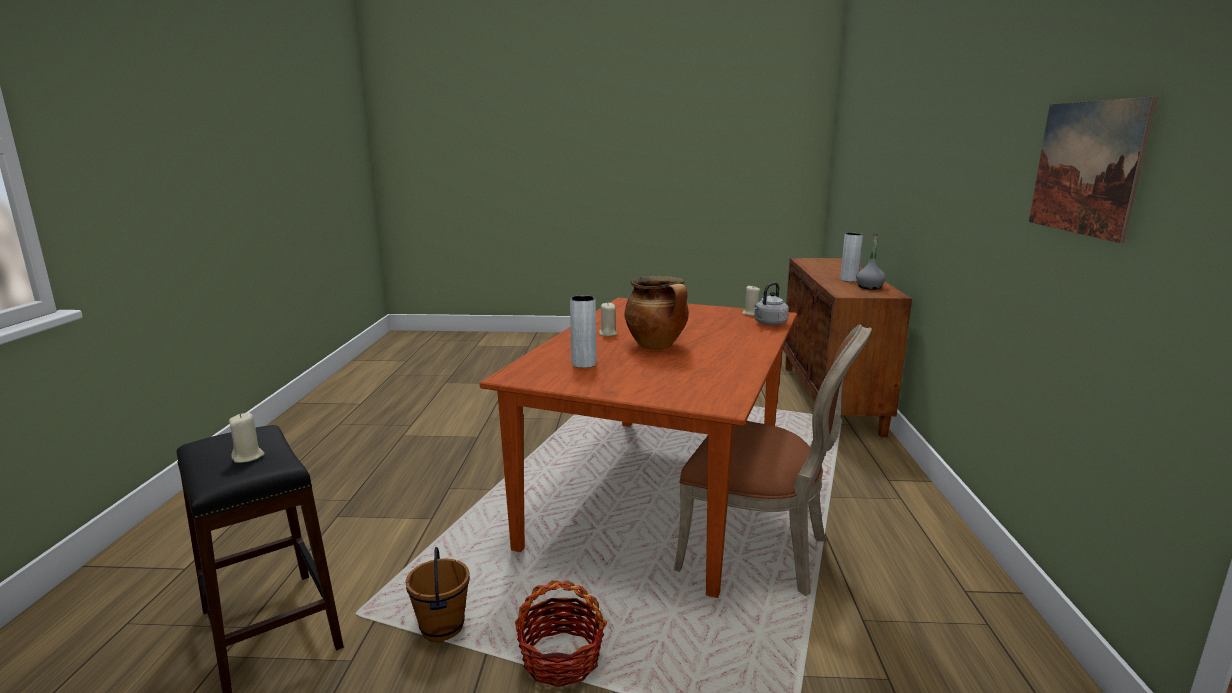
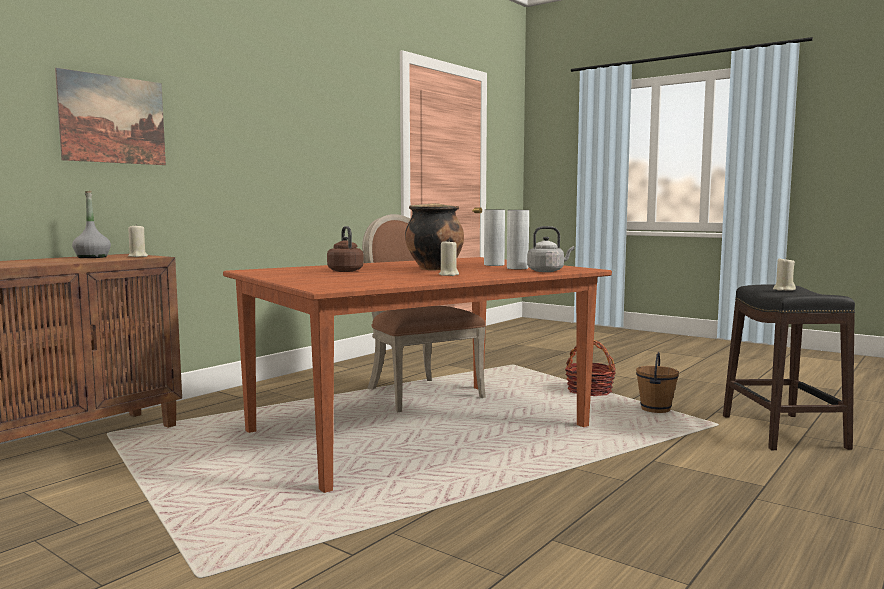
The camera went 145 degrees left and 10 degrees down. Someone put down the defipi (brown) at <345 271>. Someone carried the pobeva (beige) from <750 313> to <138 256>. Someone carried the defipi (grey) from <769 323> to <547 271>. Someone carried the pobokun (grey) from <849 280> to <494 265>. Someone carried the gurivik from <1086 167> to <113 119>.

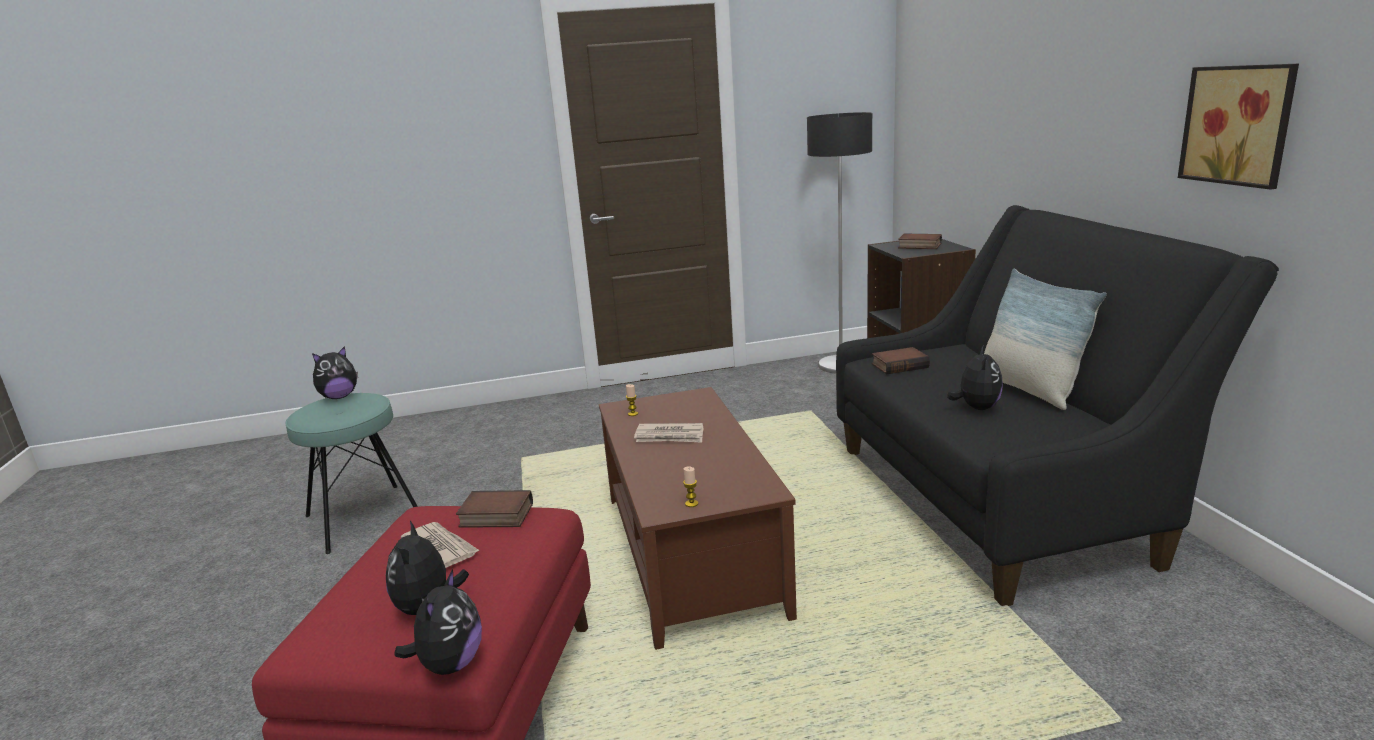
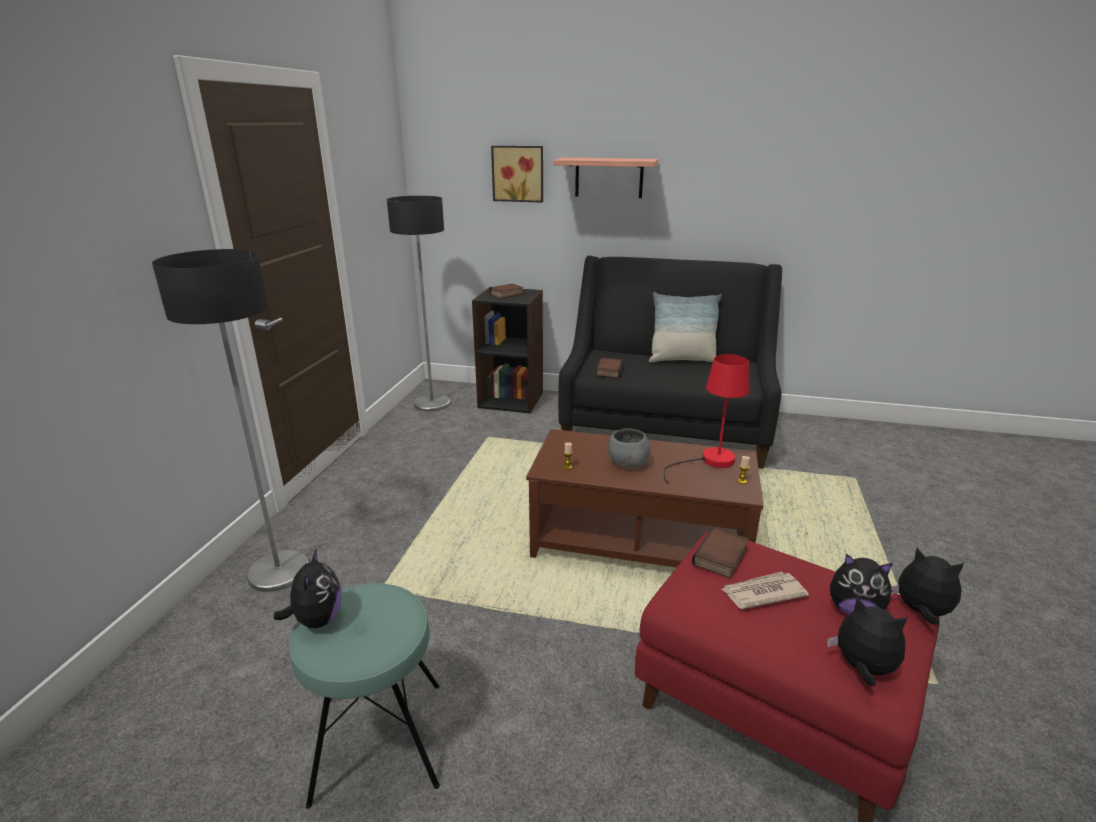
The camera went 65 degrees left and 5 degrees up. Someone put down the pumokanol at <279 571>. Someone put up the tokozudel at <609 177>. Someone put down the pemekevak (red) at <709 462>. Someone carried the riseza from <976 408> to <862 668>. Someone carried the gurivik from <1240 125> to <518 173>. Someone swapped the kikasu at <670 436> for the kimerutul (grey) at <627 463>.

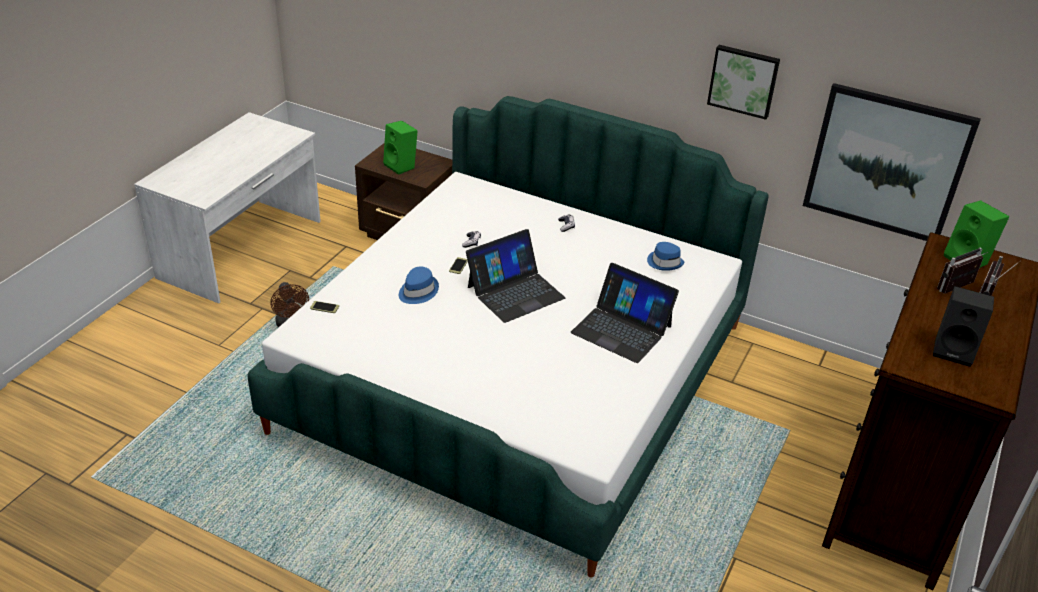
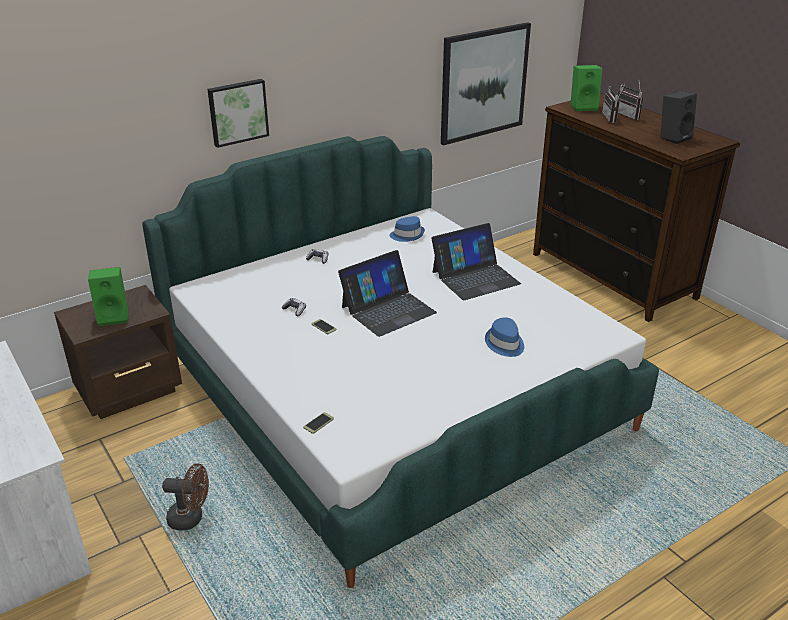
The camera went 60 degrees left and 5 degrees down. Someone carried the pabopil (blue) from <417 291> to <504 344>. Someone carried the gurivik from <743 80> to <237 112>. Someone rotated the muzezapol at <515 292> by 60 degrees clockwise.

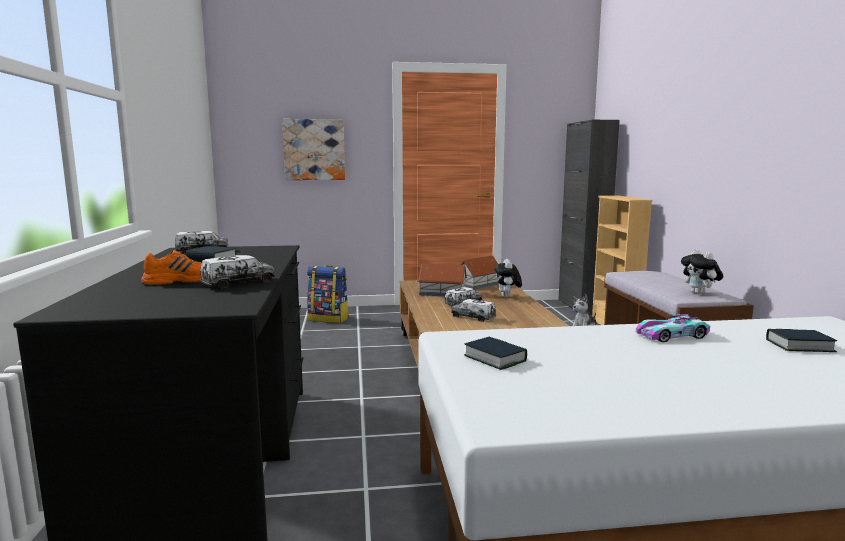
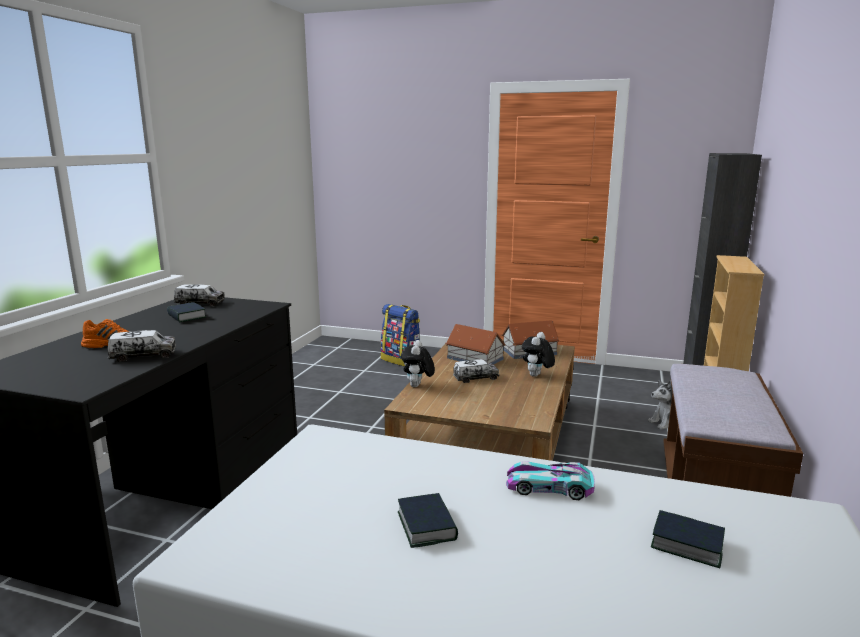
The camera went 25 degrees right and 5 degrees up. Someone took away the gurivik at <314 150>. Someone took away the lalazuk at <473 317>. Someone carried the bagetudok from <495 358> to <426 526>. Someone carried the riseza from <699 293> to <417 386>.

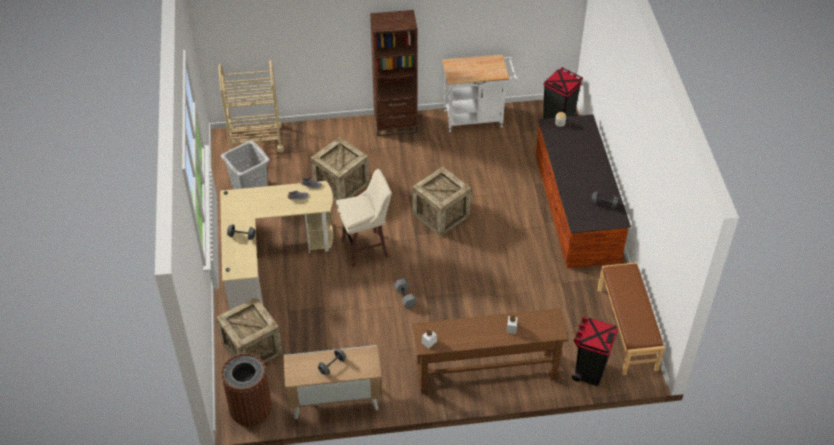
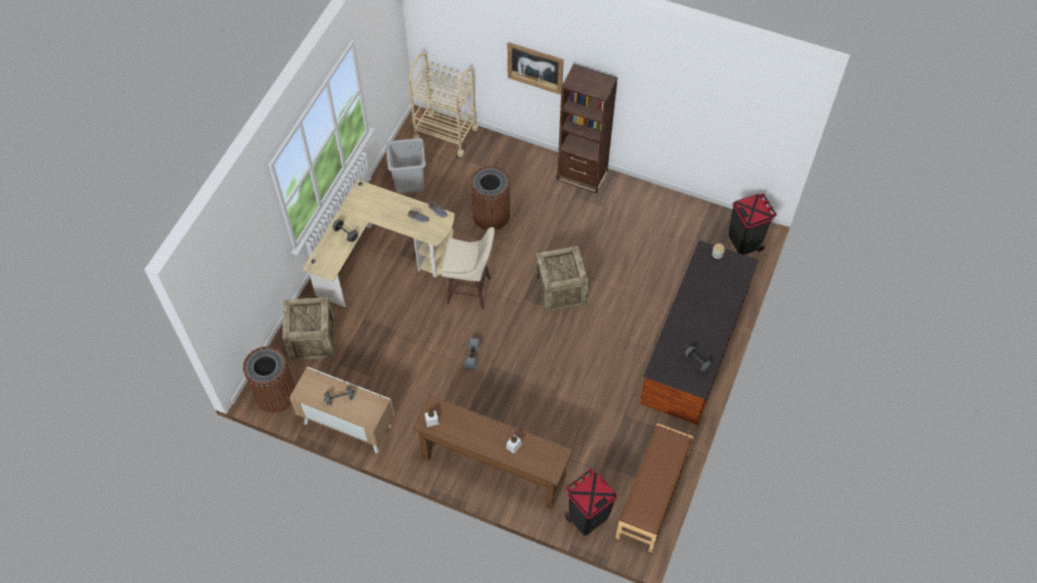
The camera went 30 degrees right and 10 degrees up. Someone took away the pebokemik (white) at <477 118>. Someone put up the gurivik at <535 68>. Someone swapped the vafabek at <341 184> for the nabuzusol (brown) at <491 215>.

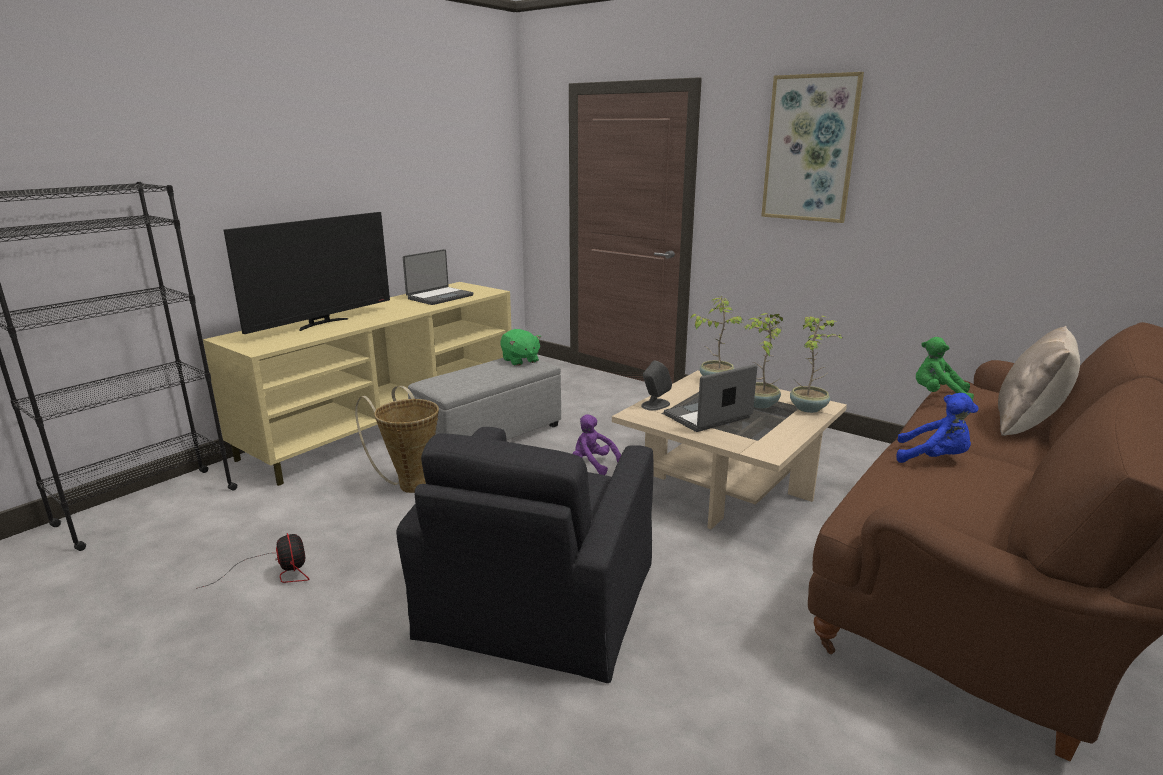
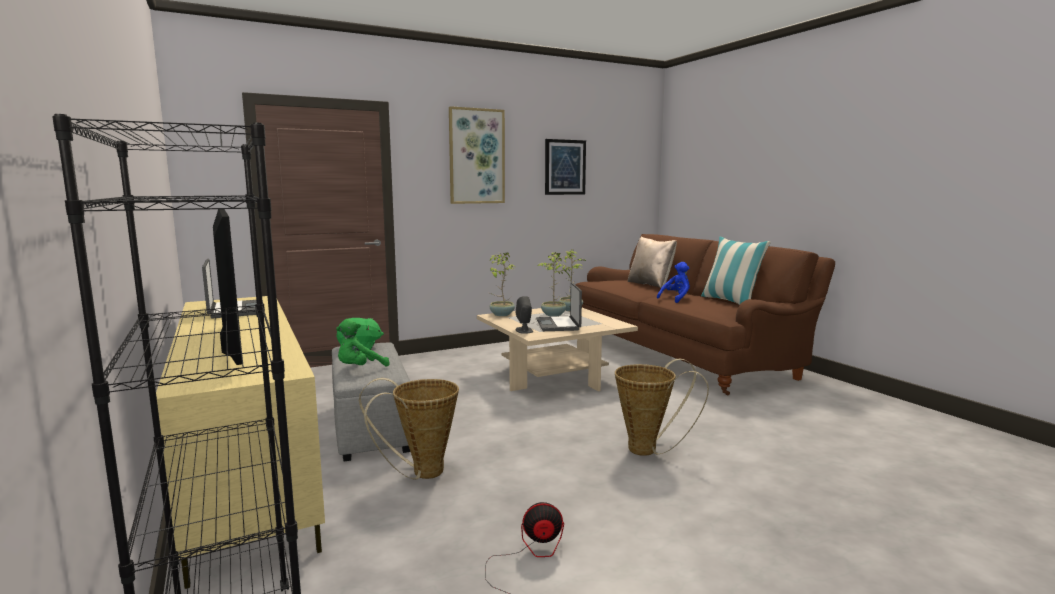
The camera went 65 degrees left and 10 degrees down. Someone took away the riseza (purple) at <593 464>. Someone put up the gurivik at <565 167>. Someone put down the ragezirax at <731 302>. Someone carried the riseza (green) from <938 395> to <360 368>. Someone swapped the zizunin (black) at <538 602> for the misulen at <649 450>.

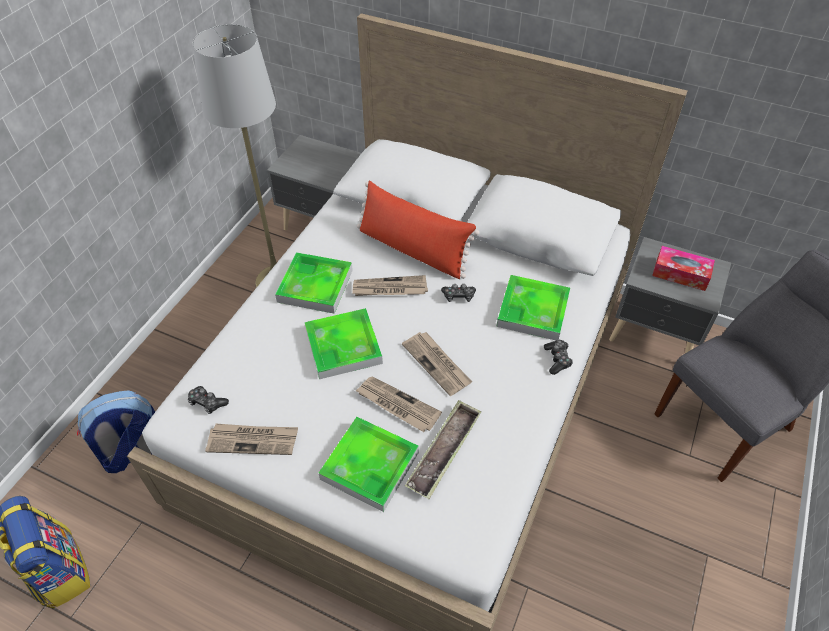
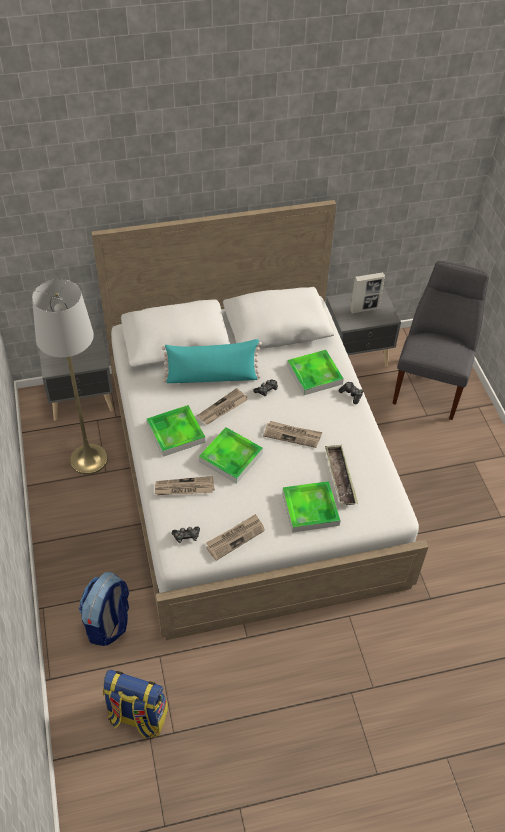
The camera went 40 degrees left and 0 degrees up. Someone carried the kikasu from <397 405> to <184 488>. Someone swapped the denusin at <680 274> for the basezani at <364 309>. Someone repainted the ragezirax (red) at <413 250>, which became the ragezirax (turquoise) at <212 377>.

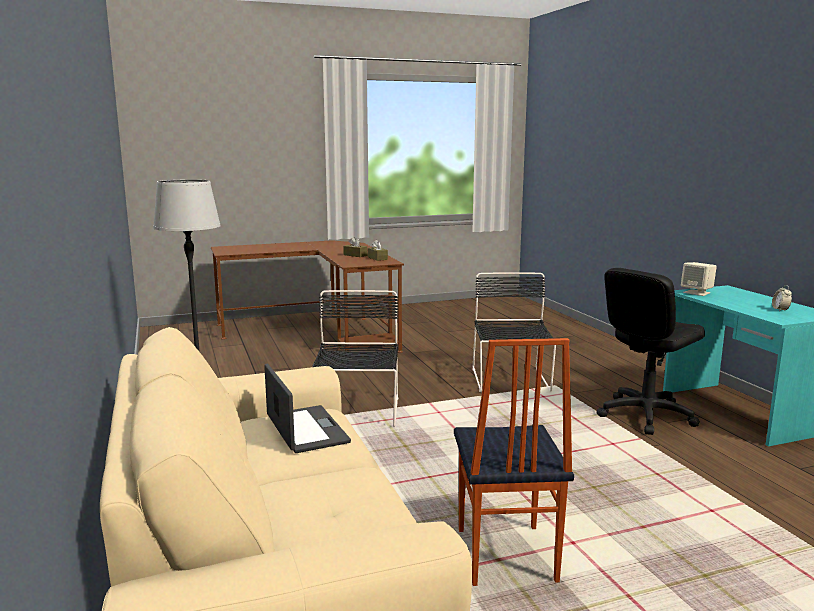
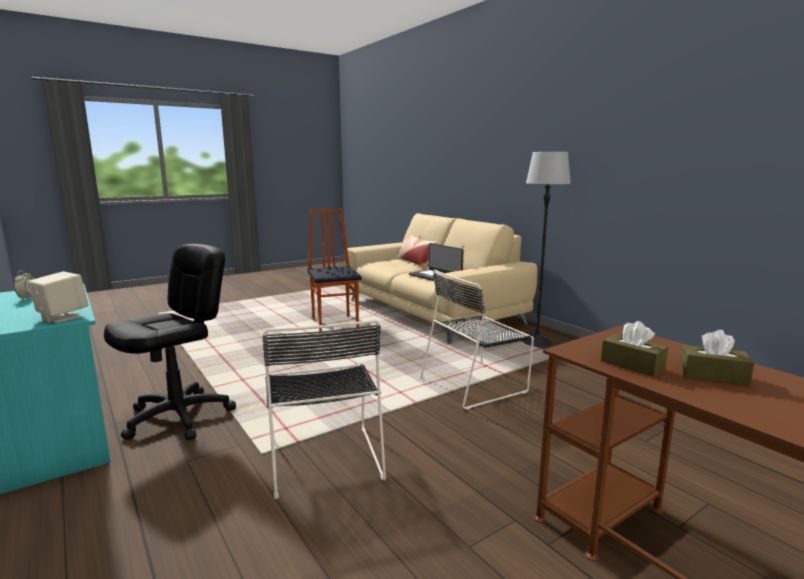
The camera went 165 degrees right and 0 degrees up. Someone put down the ragezirax at <416 263>. Someone rotated the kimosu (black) at <357 412> by 75 degrees clockwise.

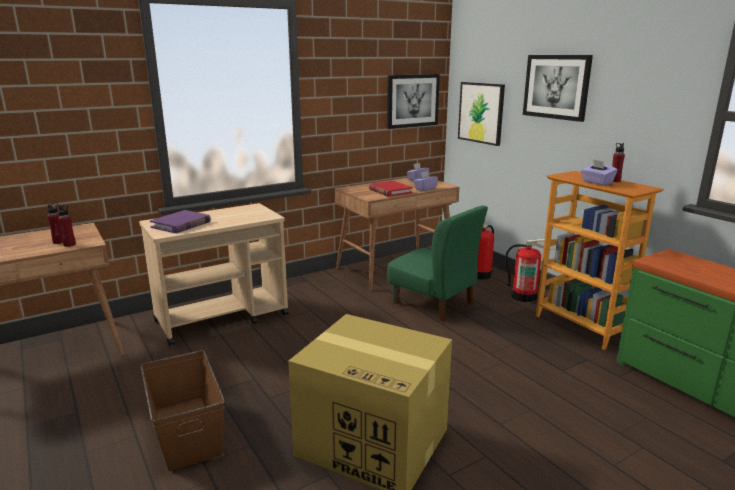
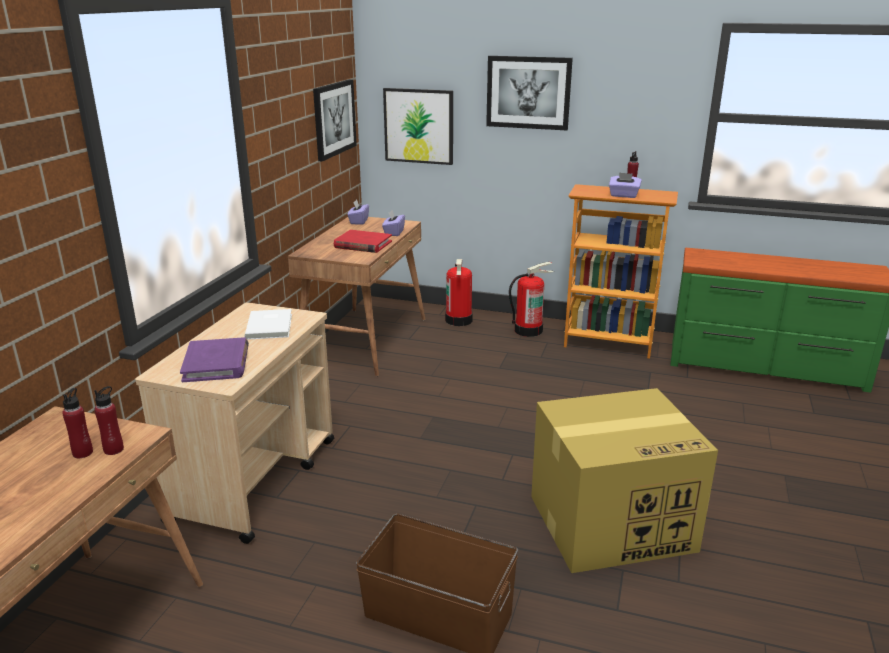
The camera went 40 degrees left and 5 degrees up. Someone took away the kimosu (green) at <433 303>. Someone put down the bagetudok (white) at <271 326>.

